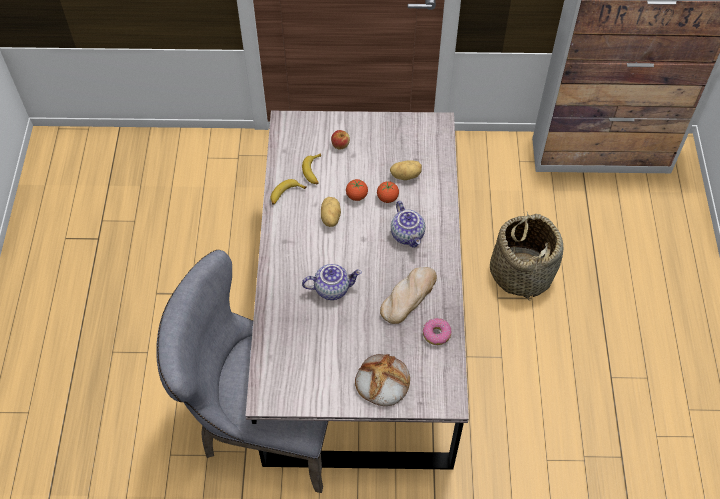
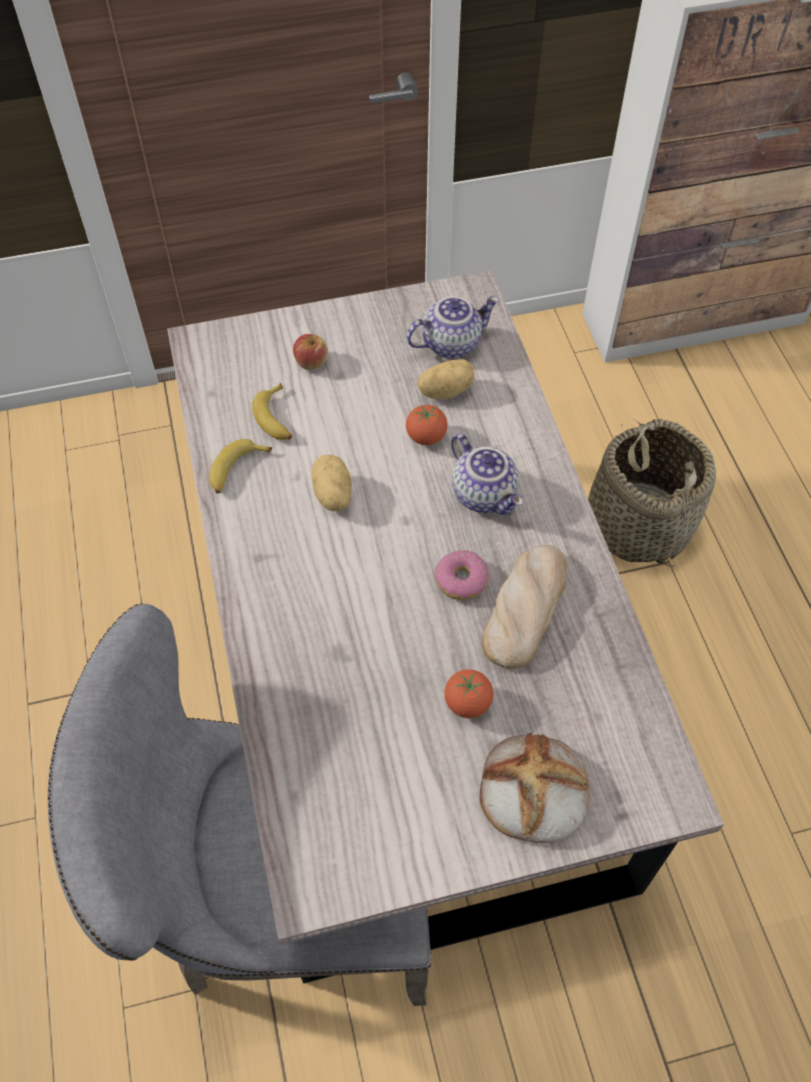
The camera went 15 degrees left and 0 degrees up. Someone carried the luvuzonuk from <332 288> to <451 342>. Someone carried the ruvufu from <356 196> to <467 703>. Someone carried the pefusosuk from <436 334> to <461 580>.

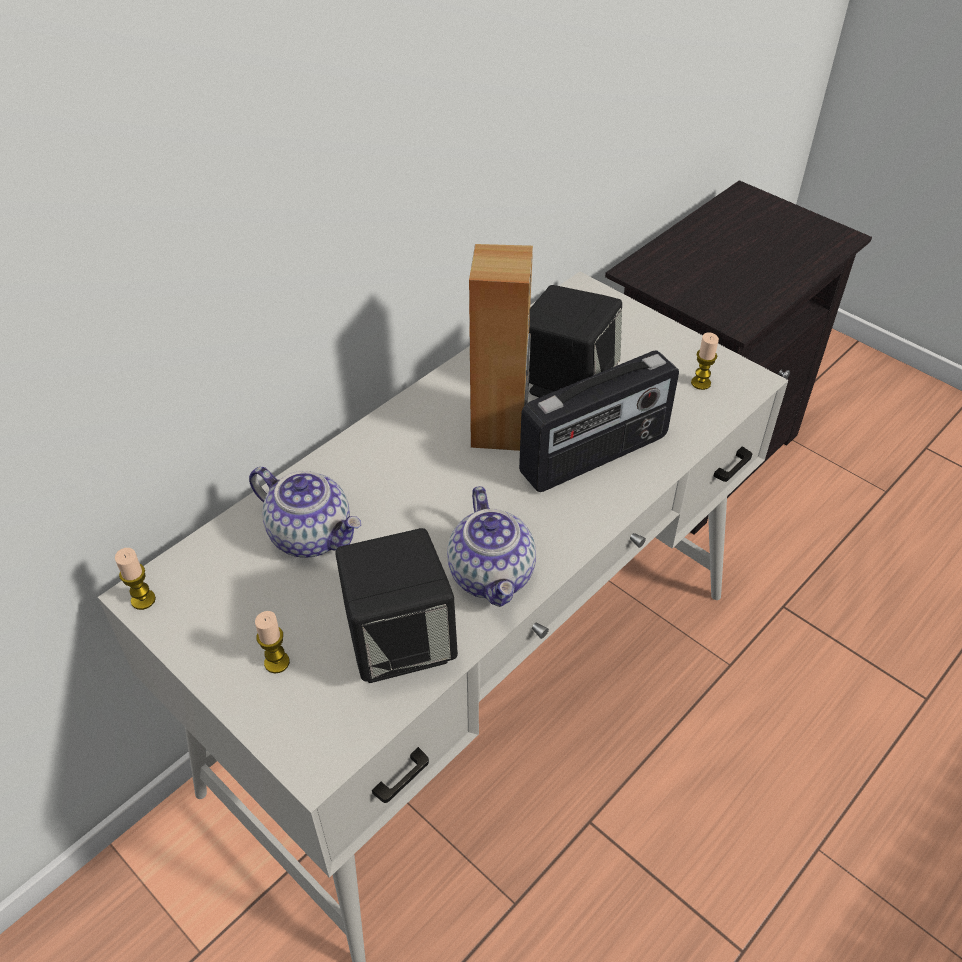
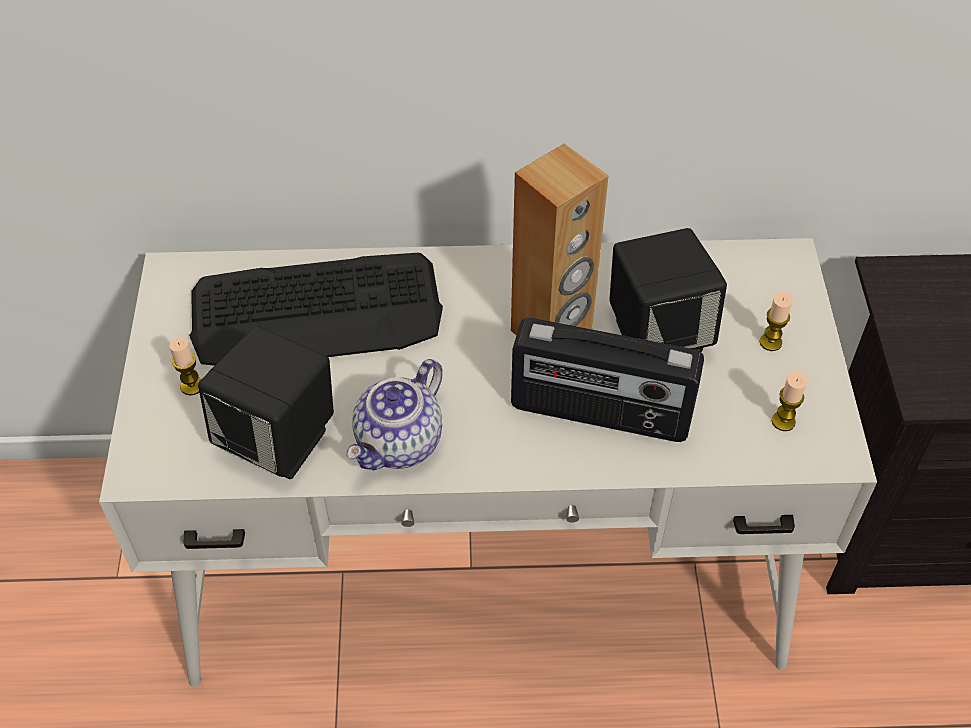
The camera went 45 degrees right and 5 degrees up. Someone carried the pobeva from <143 600> to <770 342>. Someone swapped the luvuzonuk at <312 535> for the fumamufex at <317 312>.

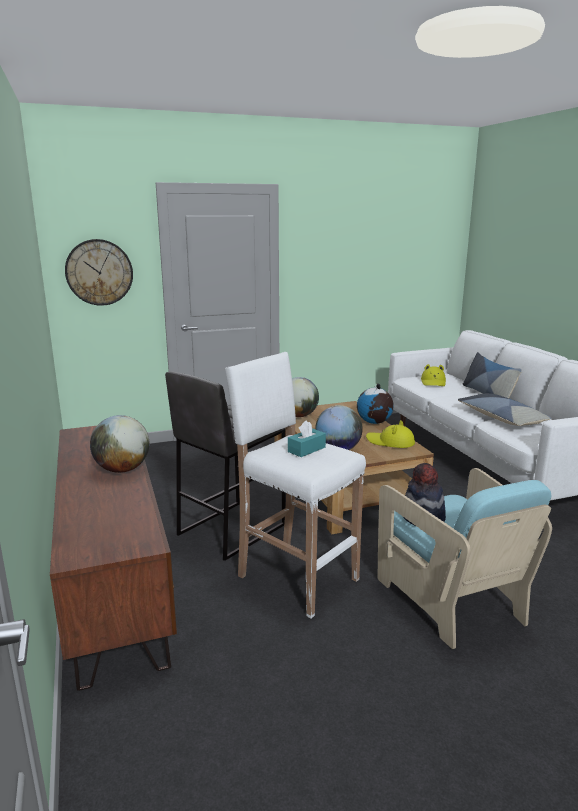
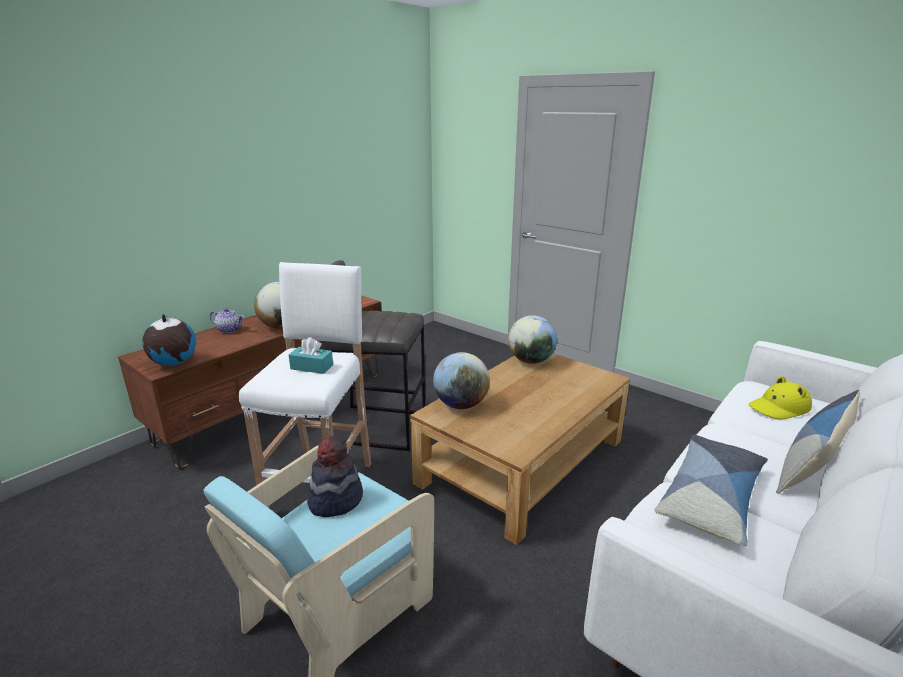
The camera went 60 degrees right and 5 degrees up. Someone took away the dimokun at <99 272>. Someone took away the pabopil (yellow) at <390 442>. Someone put down the luvuzonuk at <229 330>. Someone carried the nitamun from <374 422> to <174 363>.

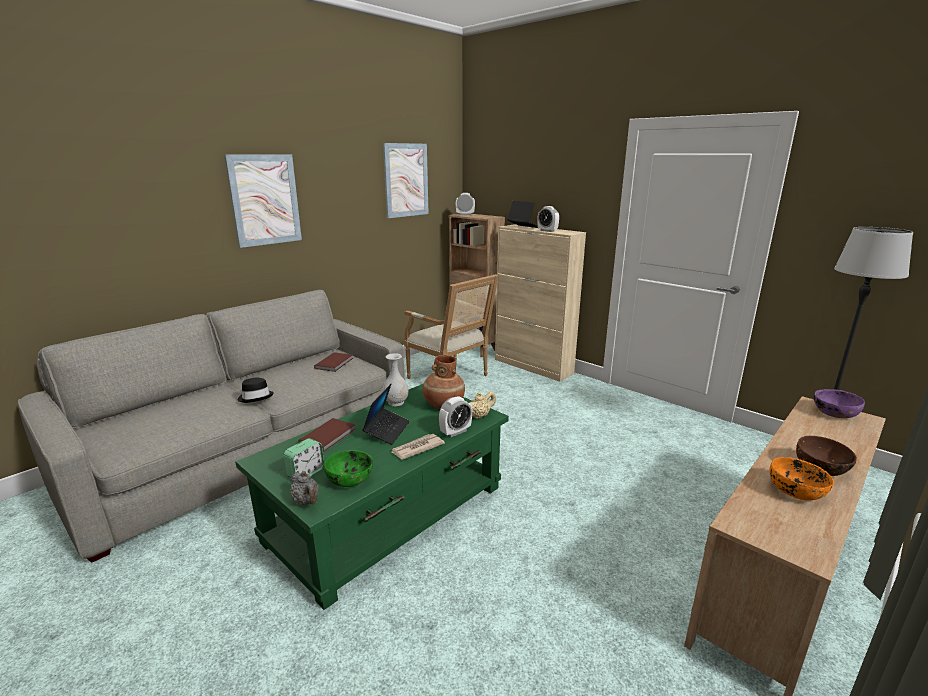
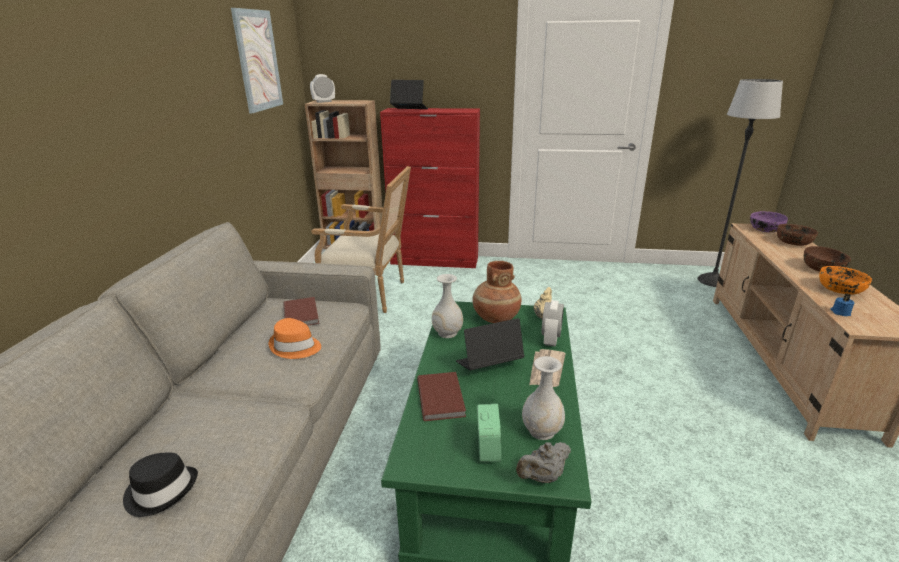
The camera went 35 degrees left and 5 degrees up. Someone took away the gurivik at <265 200>. Someone took away the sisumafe at <547 231>. Someone put down the pabopil (orange) at <295 347>. Someone put down the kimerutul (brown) at <794 243>. Someone put down the pobeva (blue) at <840 312>. Someone carried the pabopil (black) from <255 397> to <161 490>. Someone swapped the kimerutul (green) at <350 479> for the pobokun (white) at <542 431>. Someone repainted the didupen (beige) at <533 366>, which became the didupen (red) at <435 261>. Someone rotated the luvuzonuk (grey) at <307 501> by 135 degrees clockwise. Someone rotated the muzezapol at <387 430> by 90 degrees counterclockwise.

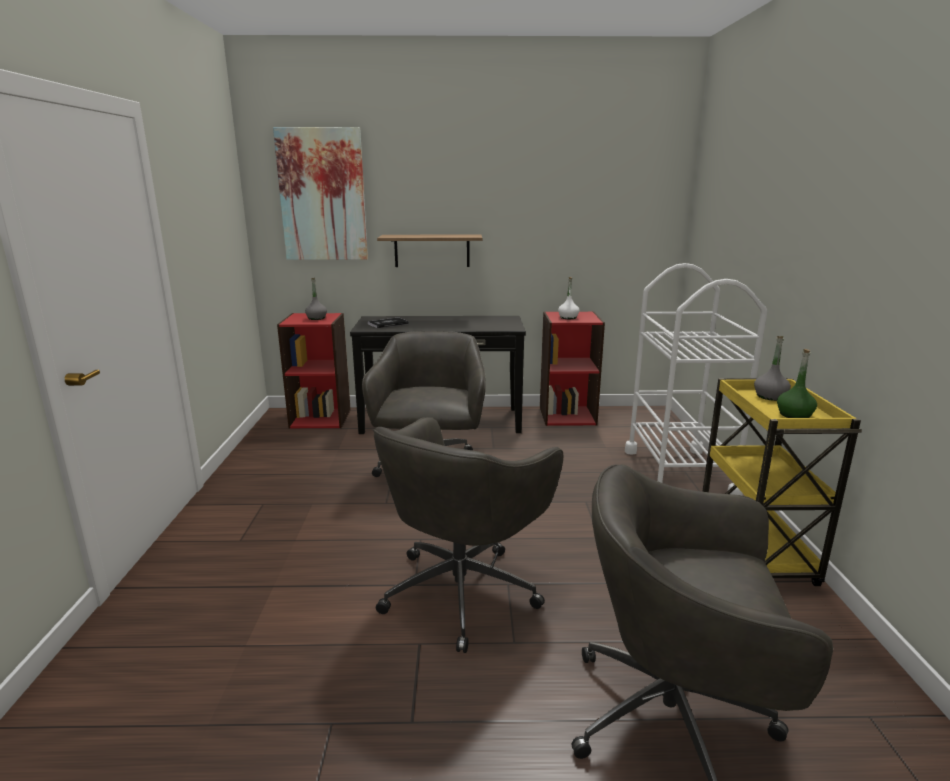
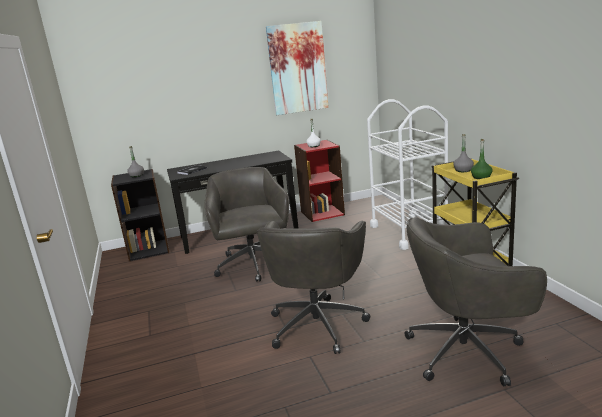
The camera went 15 degrees left and 0 degrees up. Someone took away the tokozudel at <432 250>. Someone carried the gurivik from <322 195> to <297 68>. Someone repainted the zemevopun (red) at <321 418>, which became the zemevopun (black) at <149 249>.

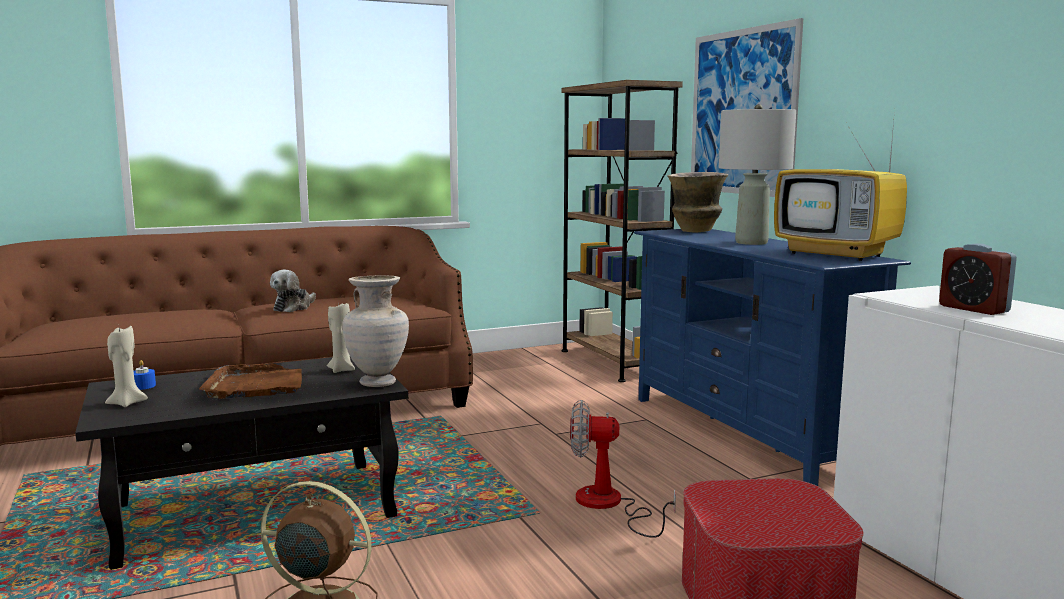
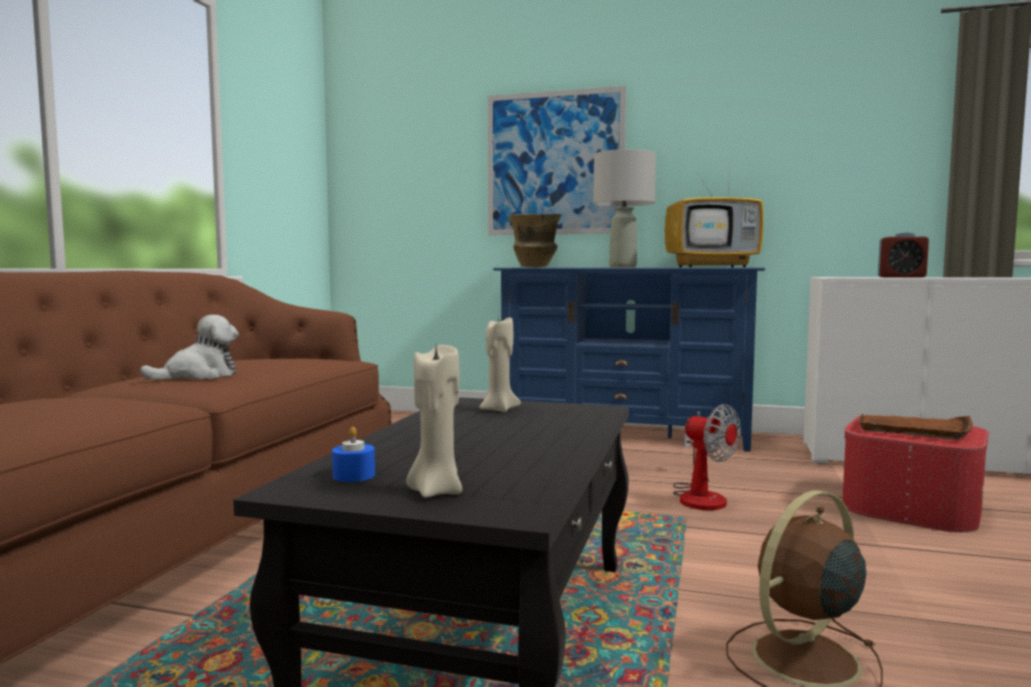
The camera went 50 degrees left and 5 degrees down. Someone took away the pobokun (beige) at <378 383>. Someone took away the zemevopun (brown) at <613 362>. Someone carried the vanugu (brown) from <256 386> to <914 429>. Someone rotated the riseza at <293 307> by 105 degrees counterclockwise. Someone rotated the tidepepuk at <609 505> by 90 degrees counterclockwise.

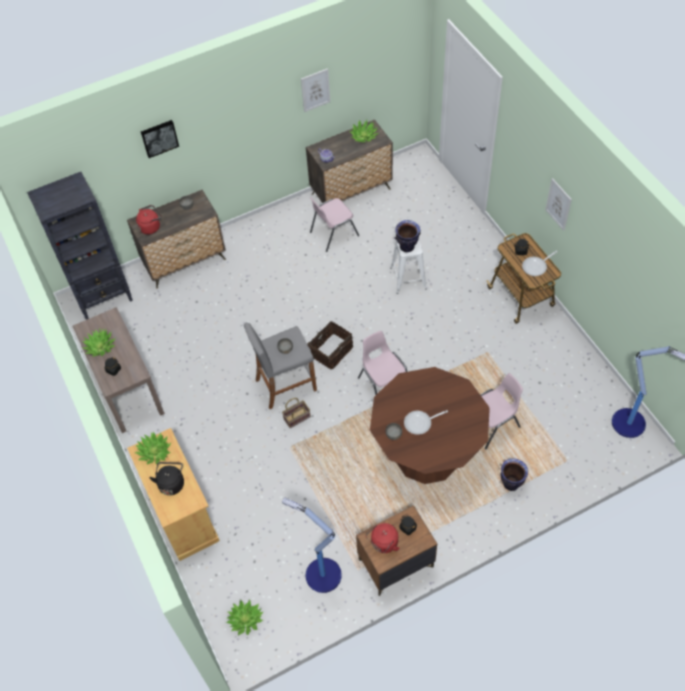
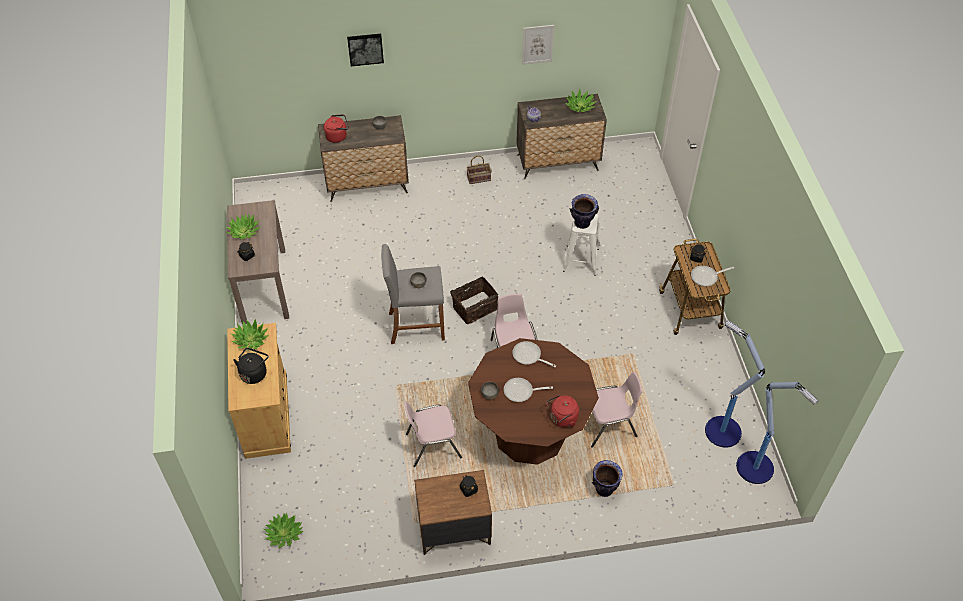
The camera went 15 degrees right and 5 degrees down. Someone took away the zemevopun (black) at <104 296>. Someone took away the gurivik at <558 204>. Someone put down the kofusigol at <529 356>. Someone carried the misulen from <297 417> to <479 178>. Someone carried the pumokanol from <322 574> to <721 431>. Someone carried the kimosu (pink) from <333 234> to <432 445>. Someone carried the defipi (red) from <383 544> to <562 419>.

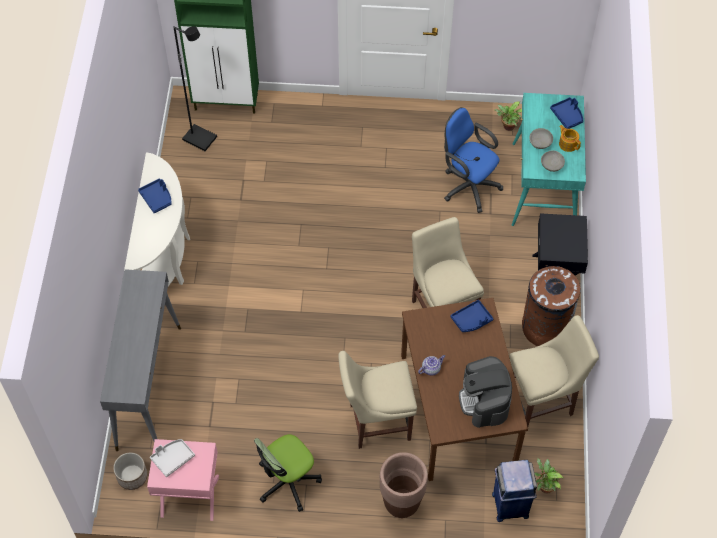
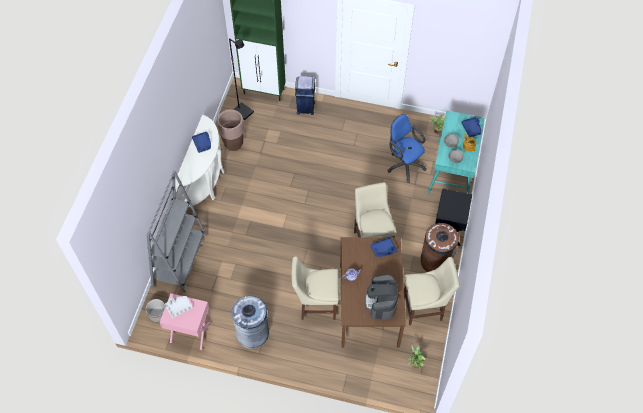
The camera went 10 degrees right and 0 degrees up. Someone carried the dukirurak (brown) from <401 503> to <233 144>. Someone carried the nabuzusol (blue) from <510 504> to <305 107>. Someone swapped the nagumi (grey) at <149 386> for the zemevopun (grey) at <180 260>. Someone swapped the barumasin at <287 482> for the nabuzusol (grey) at <252 333>.

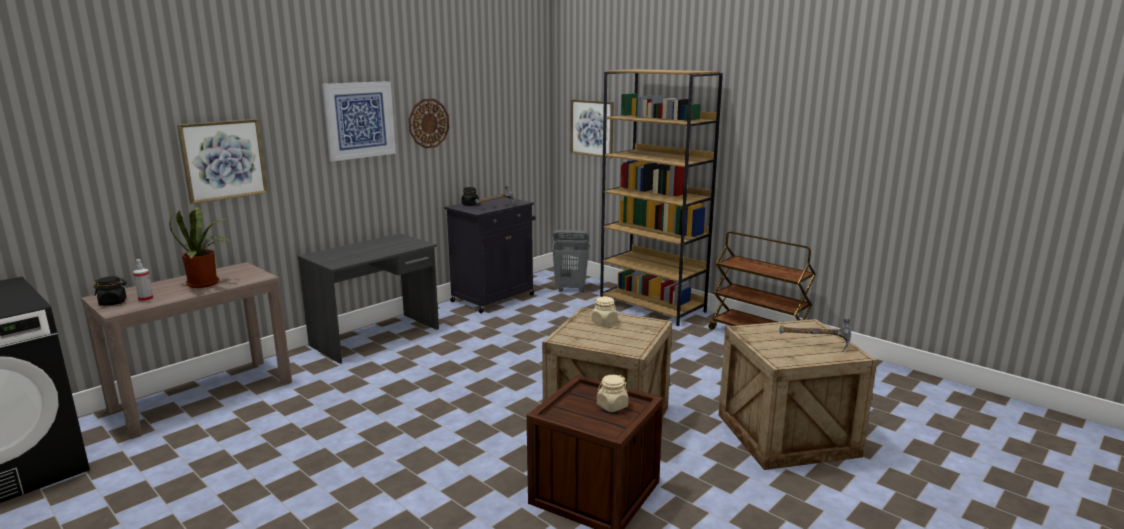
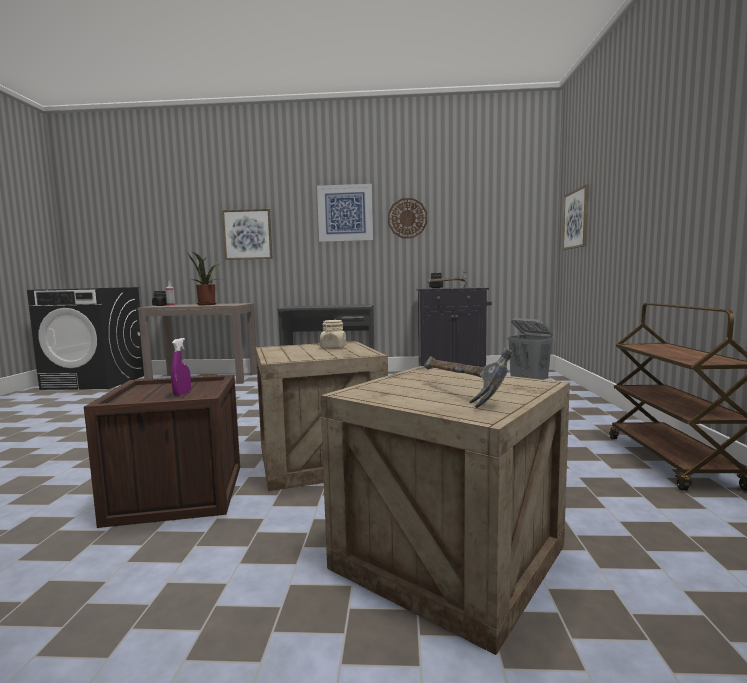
The camera went 50 degrees right and 10 degrees down. Someone took away the zemevopun (brown) at <653 306>. Someone swapped the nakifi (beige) at <612 406> for the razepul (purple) at <182 394>.

